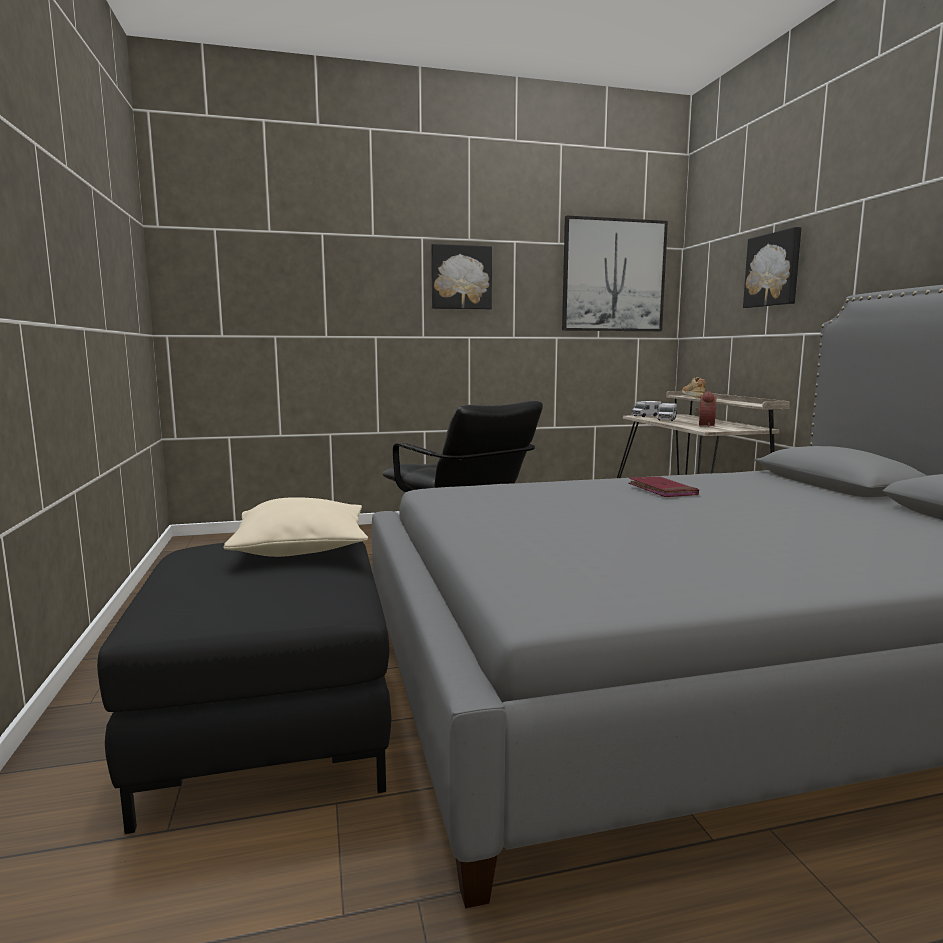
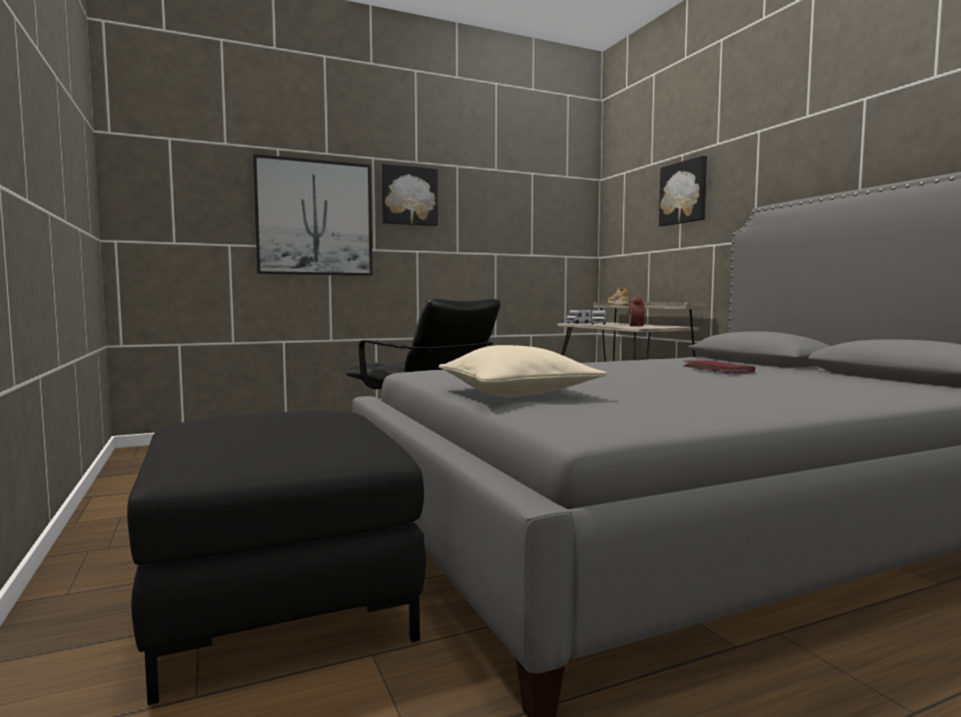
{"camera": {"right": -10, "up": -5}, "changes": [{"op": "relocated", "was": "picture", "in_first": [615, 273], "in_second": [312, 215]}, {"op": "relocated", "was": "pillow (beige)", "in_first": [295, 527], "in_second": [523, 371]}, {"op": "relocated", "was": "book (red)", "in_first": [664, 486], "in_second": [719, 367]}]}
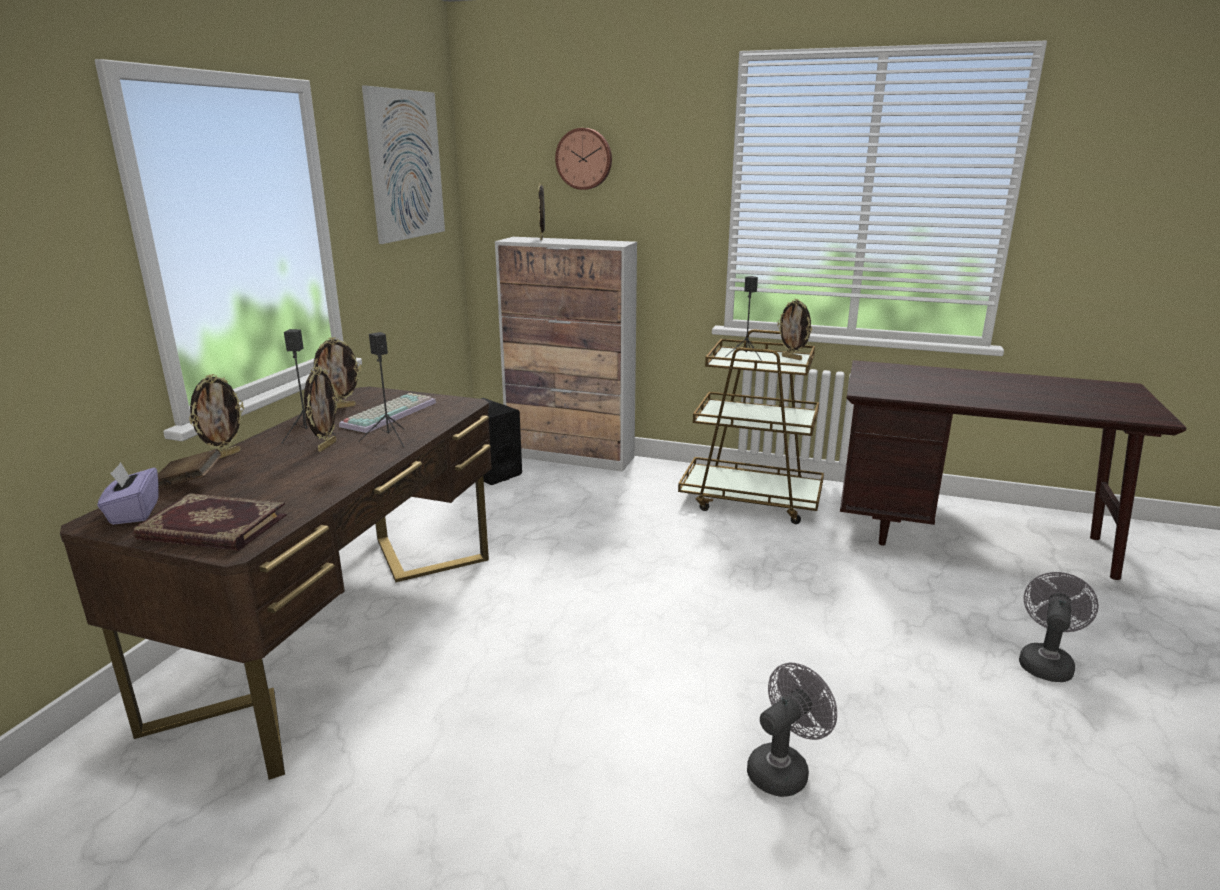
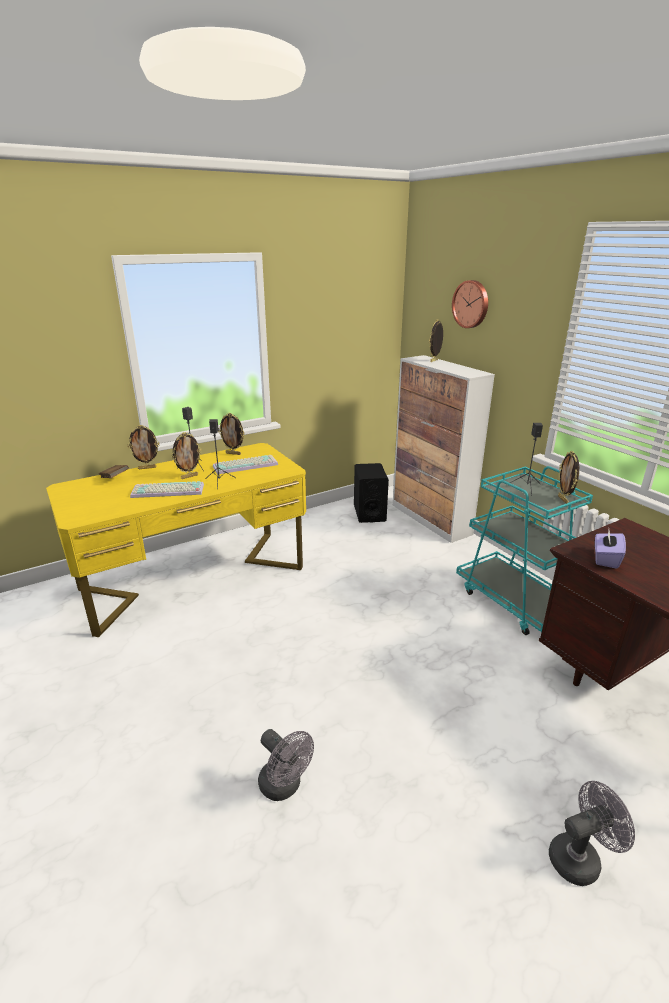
{"camera": {"right": 40, "up": 5}, "changes": [{"op": "colour", "was": "desk (brown)", "now": "desk (yellow)", "in_first": [276, 583], "in_second": [176, 540]}, {"op": "appeared", "now": "keyboard", "in_second": [167, 489]}, {"op": "spun", "was": "fan (grey)", "in_first": [792, 730], "in_second": [286, 765], "clockwise": 45}, {"op": "colour", "was": "cart (brown)", "now": "cart (turquoise)", "in_first": [751, 427], "in_second": [524, 550]}, {"op": "relocated", "was": "tissue box (purple)", "in_first": [128, 493], "in_second": [610, 549]}, {"op": "missing", "was": "book", "in_first": [210, 522]}, {"op": "missing", "was": "picture", "in_first": [403, 164]}]}
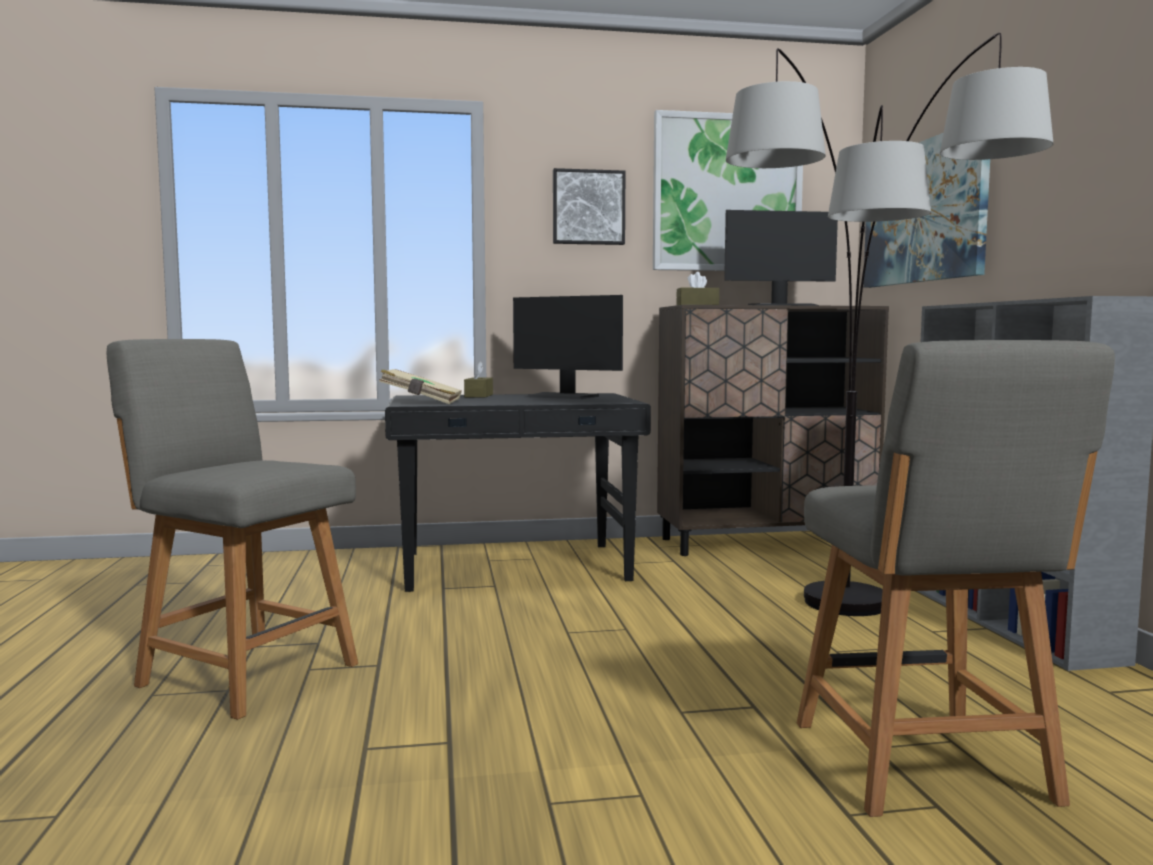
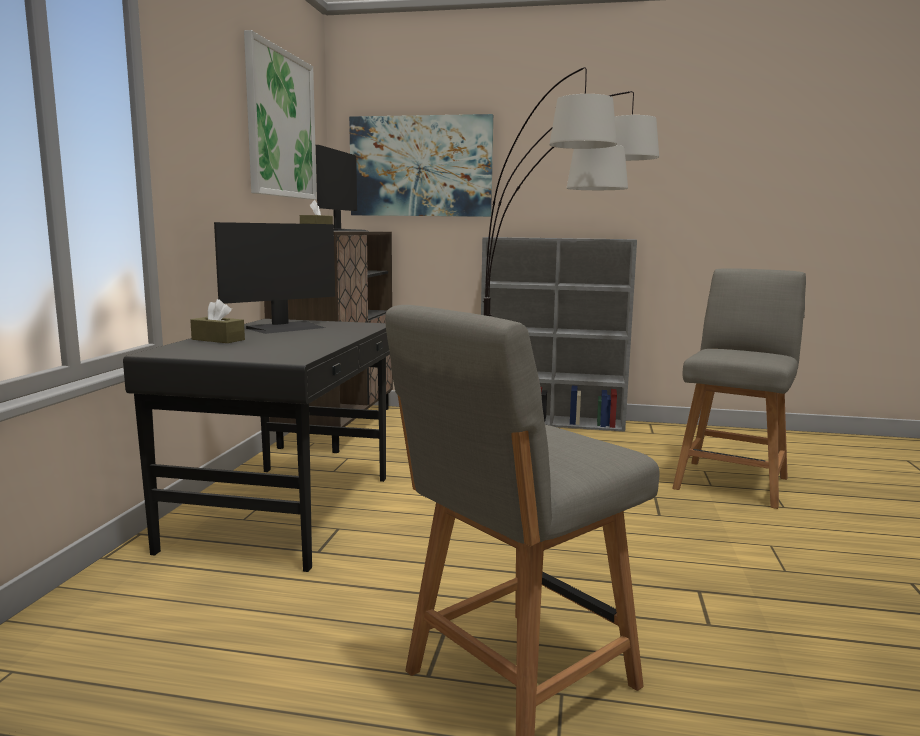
{"camera": {"right": -70, "up": 5}, "changes": [{"op": "spun", "was": "chair (grey)", "in_first": [956, 578], "in_second": [739, 388], "clockwise": -75}, {"op": "missing", "was": "book (beige)", "in_first": [420, 386]}, {"op": "missing", "was": "picture", "in_first": [589, 206]}]}
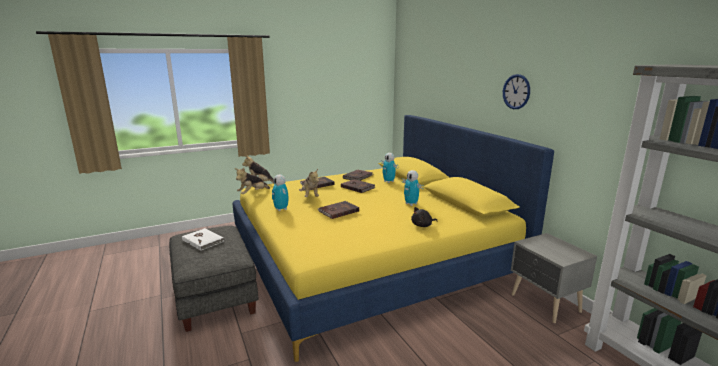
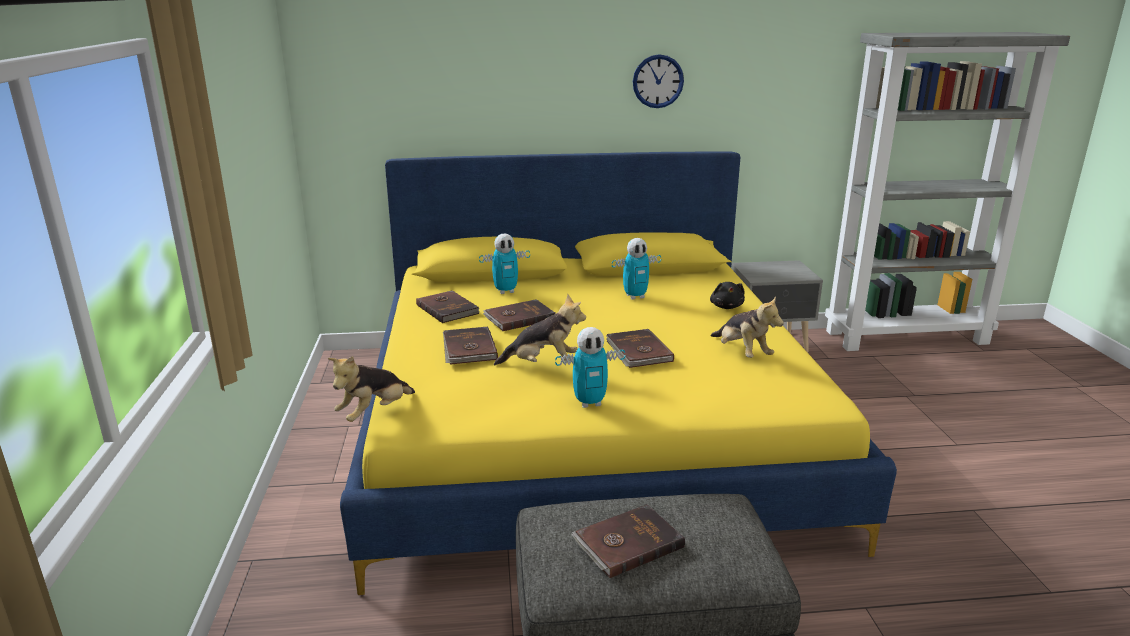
{"camera": {"right": -70, "up": 5}, "changes": [{"op": "colour", "was": "book (white)", "now": "book (brown)", "in_first": [203, 239], "in_second": [628, 541]}, {"op": "relocated", "was": "plush toy", "in_first": [252, 181], "in_second": [747, 327]}]}
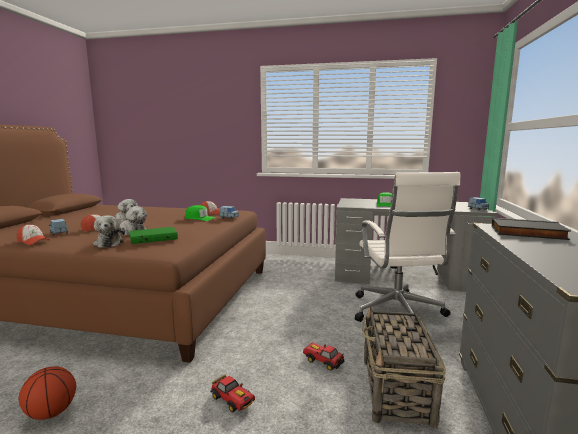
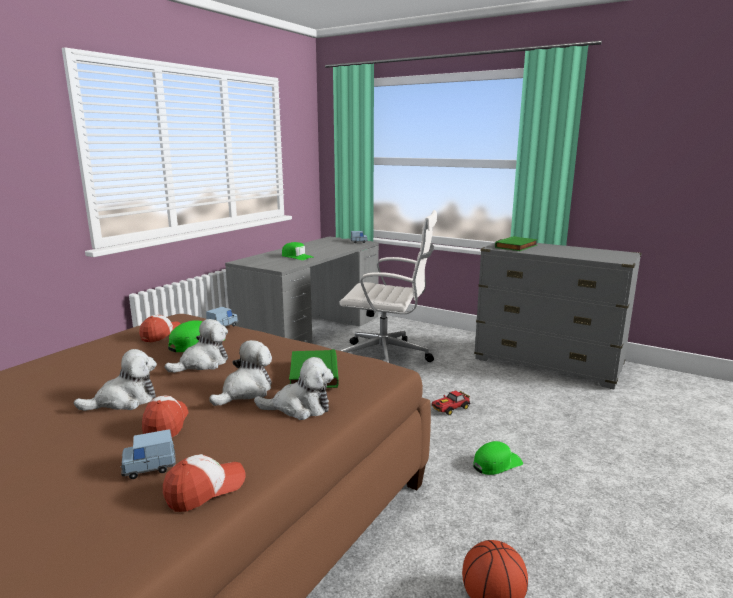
{"camera": {"right": -70, "up": 5}, "changes": [{"op": "appeared", "now": "plush toy", "in_second": [196, 346]}, {"op": "exchanged", "was": "toy car", "now": "cap (green)", "in_first": [232, 393], "in_second": [498, 458]}, {"op": "colour", "was": "book (black)", "now": "book (green)", "in_first": [531, 229], "in_second": [516, 243]}, {"op": "missing", "was": "basket", "in_first": [404, 366]}]}
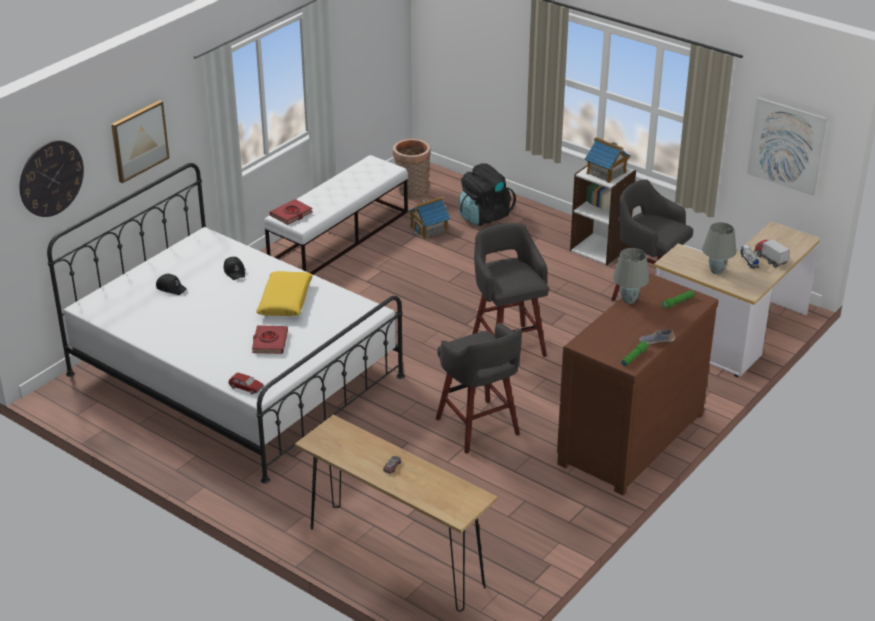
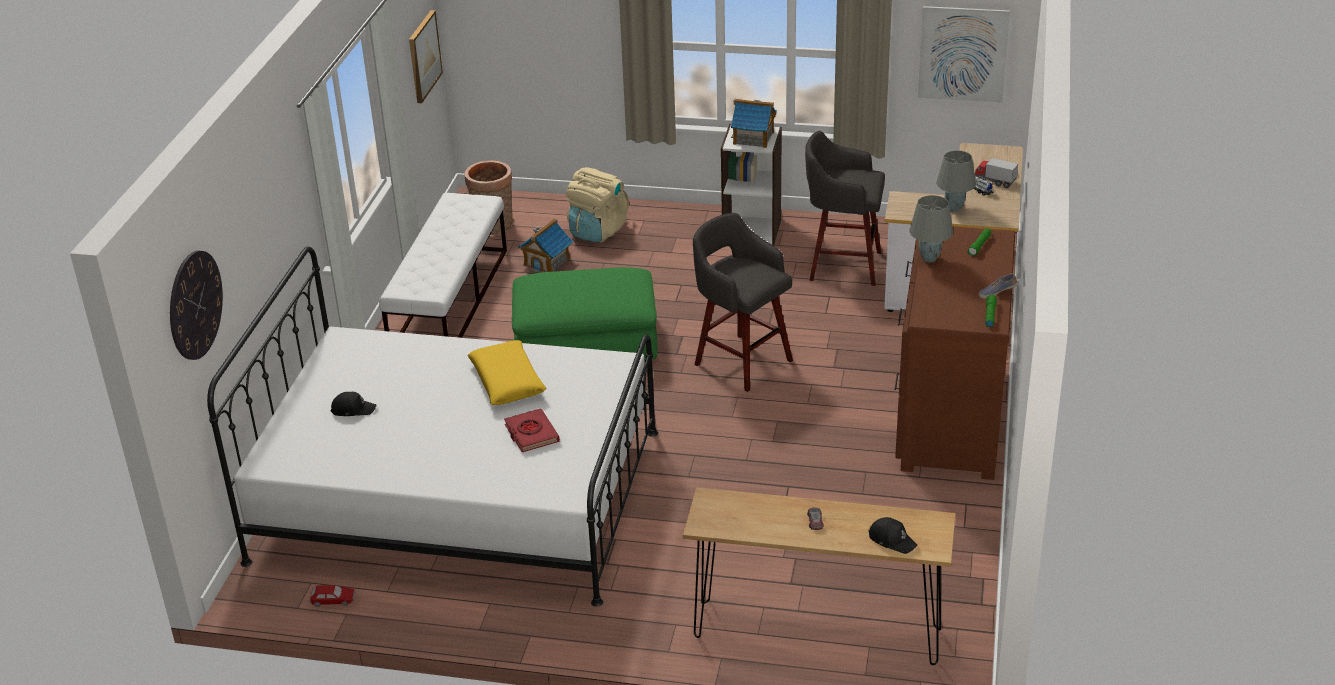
{"camera": {"right": -25, "up": 0}, "changes": [{"op": "relocated", "was": "toy car", "in_first": [246, 383], "in_second": [333, 596]}, {"op": "relocated", "was": "picture", "in_first": [140, 141], "in_second": [426, 56]}, {"op": "appeared", "now": "ottoman (green)", "in_second": [585, 314]}, {"op": "colour", "was": "backpack (black)", "now": "backpack (beige)", "in_first": [487, 194], "in_second": [597, 205]}, {"op": "relocated", "was": "cap (black)", "in_first": [234, 268], "in_second": [892, 535]}, {"op": "missing", "was": "book (red)", "in_first": [291, 212]}, {"op": "missing", "was": "stool (grey)", "in_first": [479, 388]}]}
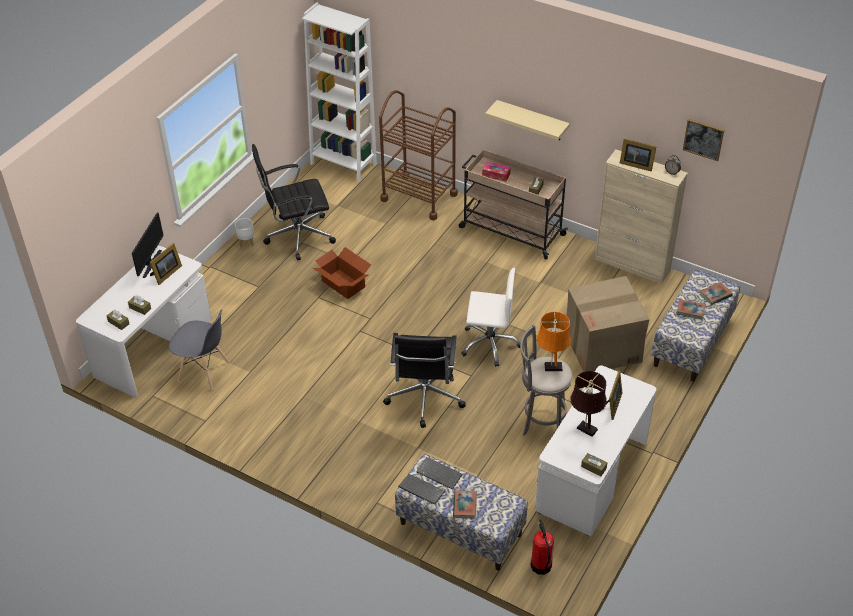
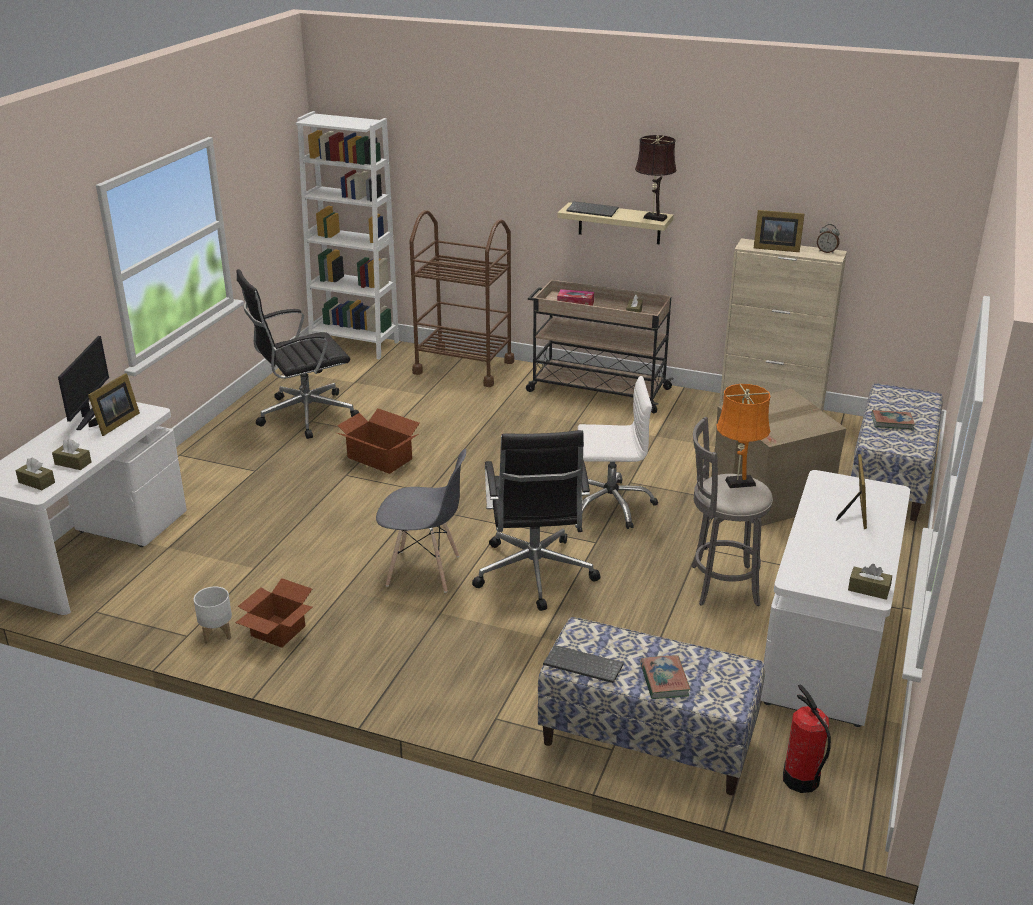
{"camera": {"right": -10, "up": -15}, "changes": [{"op": "relocated", "was": "planter (white)", "in_first": [244, 232], "in_second": [213, 615]}, {"op": "appeared", "now": "cardboard box", "in_second": [273, 613]}, {"op": "relocated", "was": "chair (grey)", "in_first": [199, 350], "in_second": [421, 521]}, {"op": "relocated", "was": "keyboard", "in_first": [439, 473], "in_second": [592, 209]}, {"op": "relocated", "was": "table lamp (brown)", "in_first": [588, 404], "in_second": [655, 178]}, {"op": "missing", "was": "picture", "in_first": [703, 140]}, {"op": "missing", "was": "book", "in_first": [716, 293]}]}
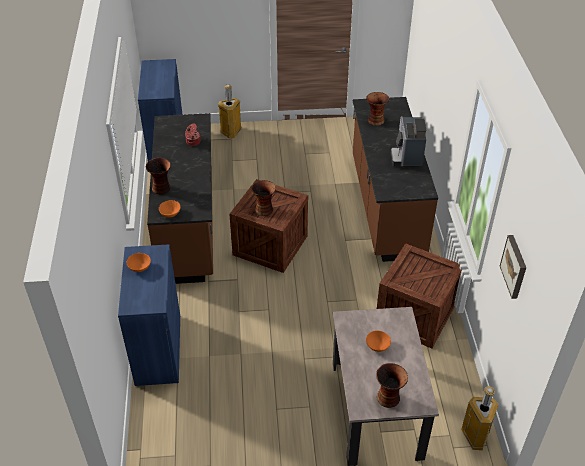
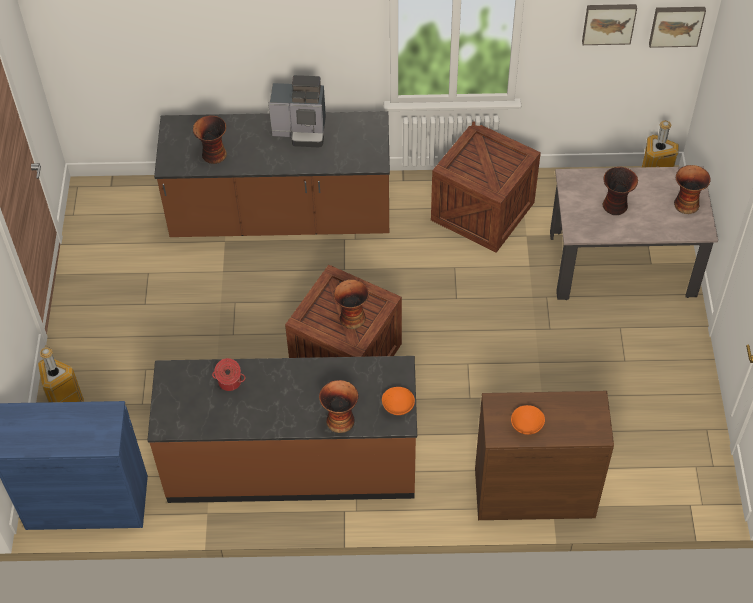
{"camera": {"right": -85, "up": 10}, "changes": [{"op": "colour", "was": "cabinet (blue)", "now": "cabinet (brown)", "in_first": [149, 315], "in_second": [544, 455]}, {"op": "exchanged", "was": "bowl (orange)", "now": "vase", "in_first": [378, 341], "in_second": [620, 191]}, {"op": "appeared", "now": "picture", "in_second": [677, 27]}]}
